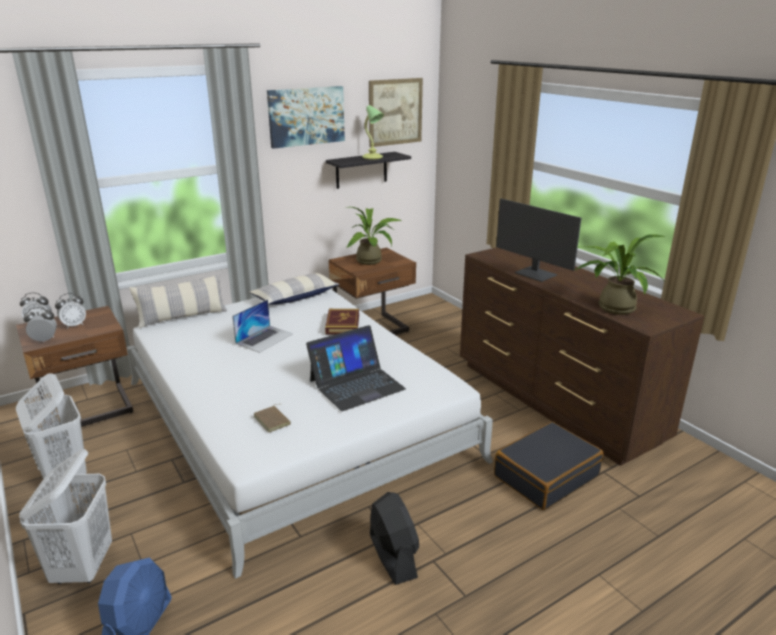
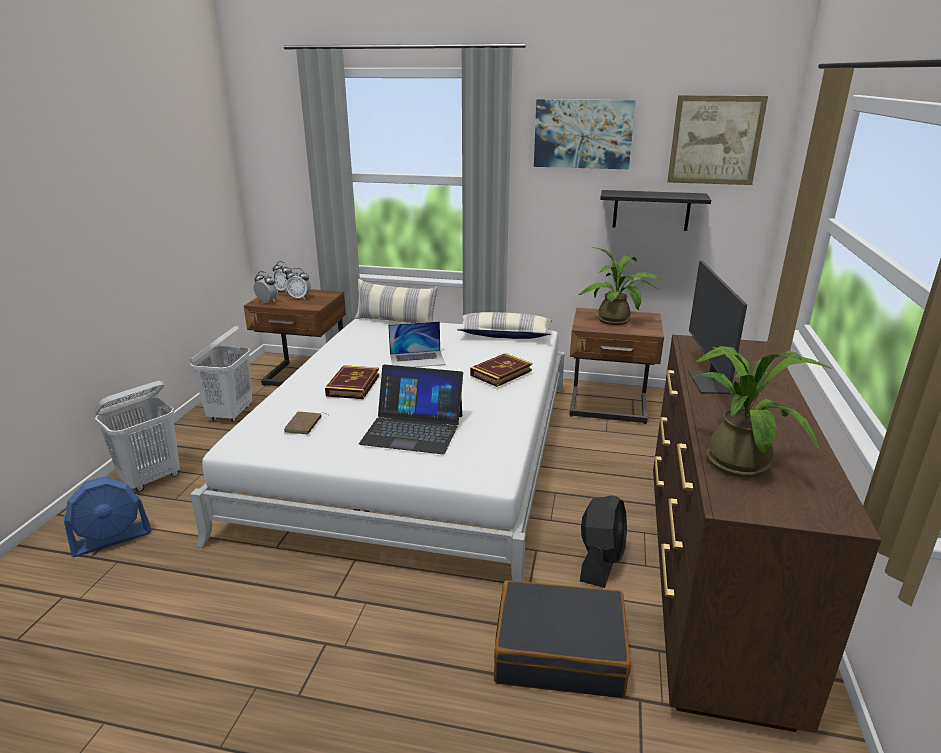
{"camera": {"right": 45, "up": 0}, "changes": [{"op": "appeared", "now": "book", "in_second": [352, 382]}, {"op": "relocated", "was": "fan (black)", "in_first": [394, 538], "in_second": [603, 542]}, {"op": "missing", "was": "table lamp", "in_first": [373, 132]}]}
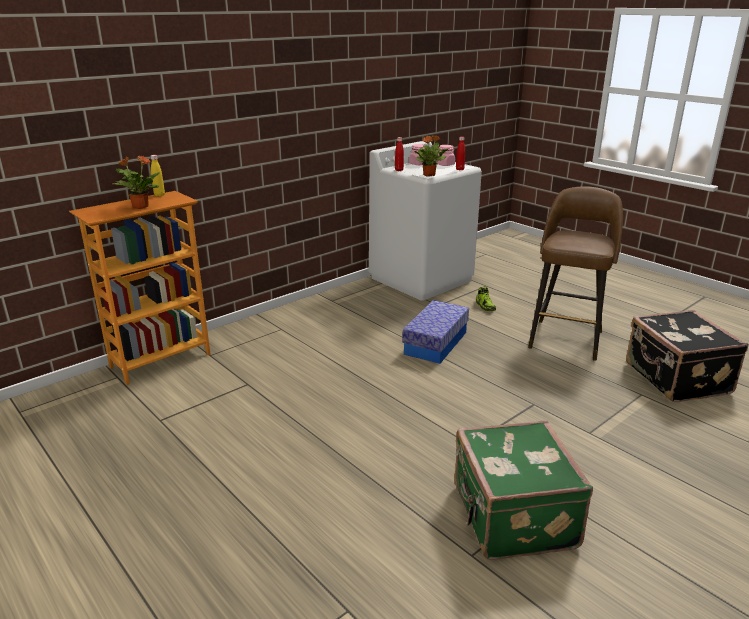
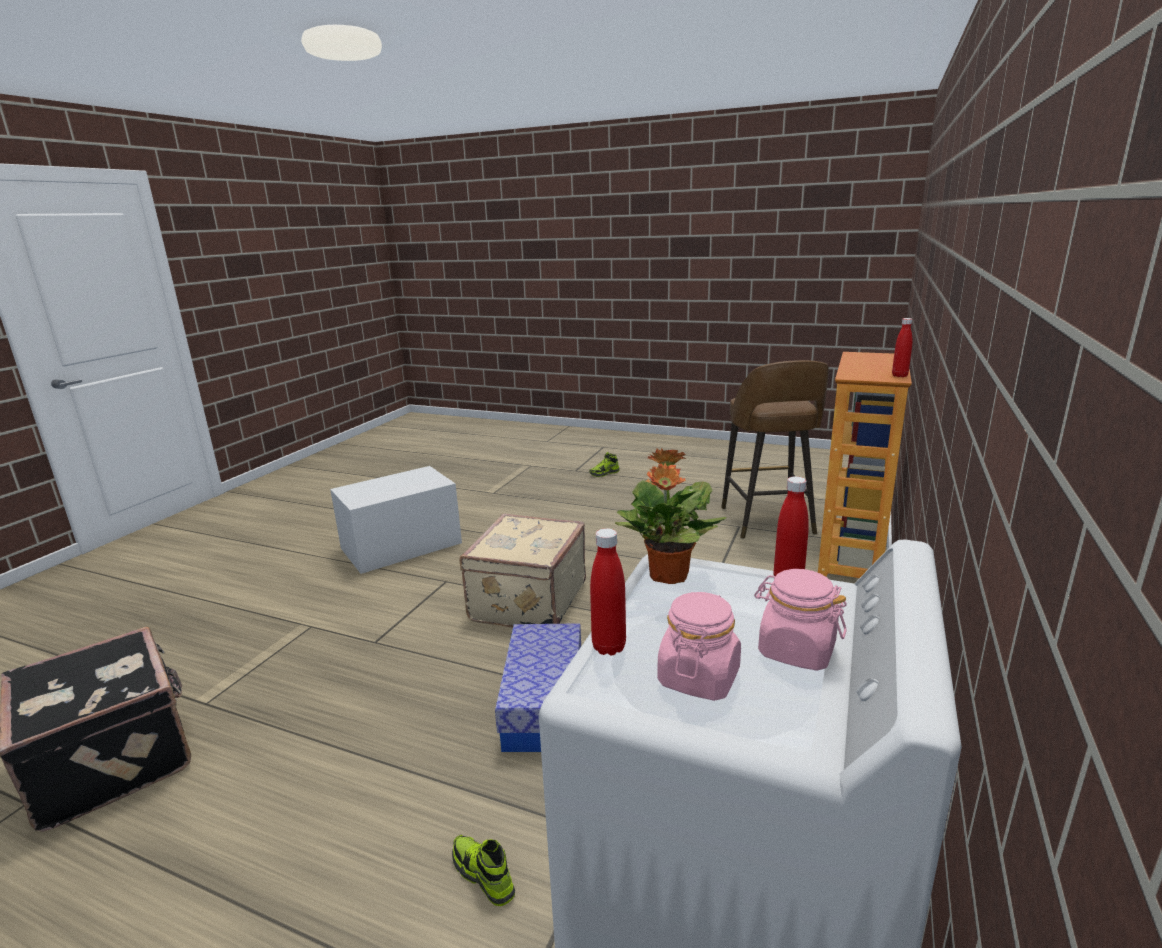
{"camera": {"right": 155, "up": -5}, "changes": [{"op": "exchanged", "was": "suitcase (green)", "now": "storage box (white)", "in_first": [523, 490], "in_second": [396, 520]}, {"op": "appeared", "now": "suitcase (beige)", "in_second": [522, 571]}, {"op": "appeared", "now": "shoe", "in_second": [604, 464]}, {"op": "relocated", "was": "stool (brown)", "in_first": [575, 273], "in_second": [775, 449]}, {"op": "colour", "was": "bottle (yellow)", "now": "bottle (red)", "in_first": [158, 176], "in_second": [902, 347]}, {"op": "missing", "was": "potted plant", "in_first": [136, 182]}]}
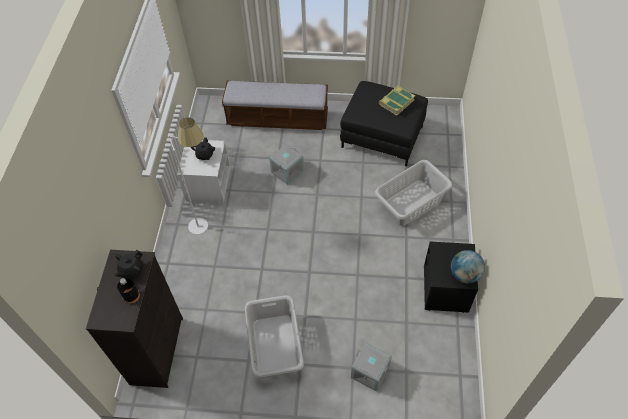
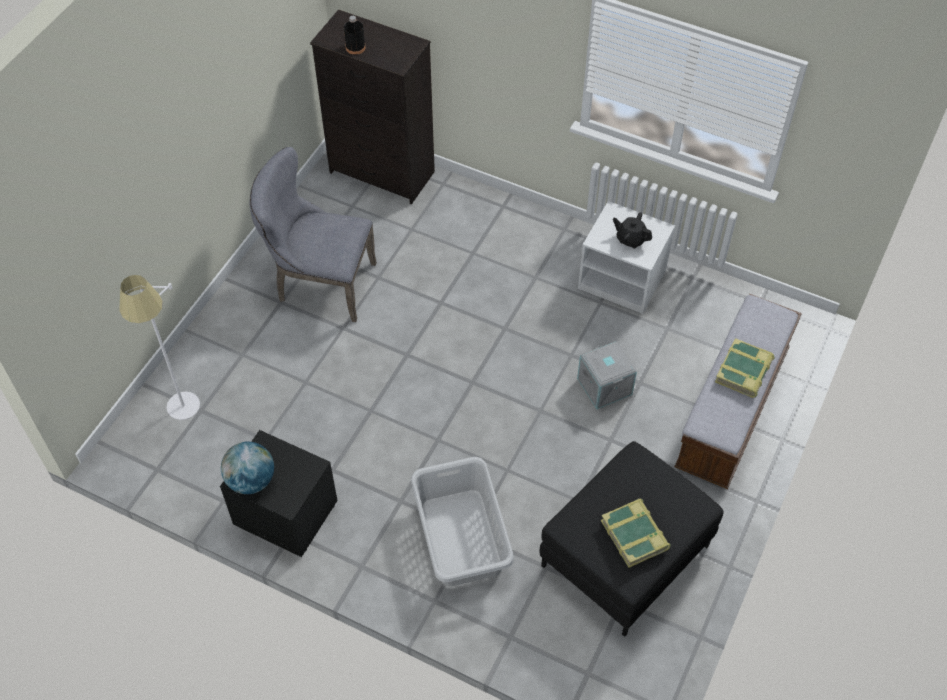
{"camera": {"right": 110, "up": 0}, "changes": [{"op": "relocated", "was": "floor lamp (white)", "in_first": [188, 176], "in_second": [159, 347]}, {"op": "exchanged", "was": "laundry basket (grey)", "now": "chair (grey)", "in_first": [274, 336], "in_second": [313, 234]}, {"op": "appeared", "now": "book", "in_second": [745, 368]}, {"op": "missing", "was": "teapot (black)", "in_first": [129, 264]}, {"op": "missing", "was": "storage box (grey)", "in_first": [371, 367]}]}
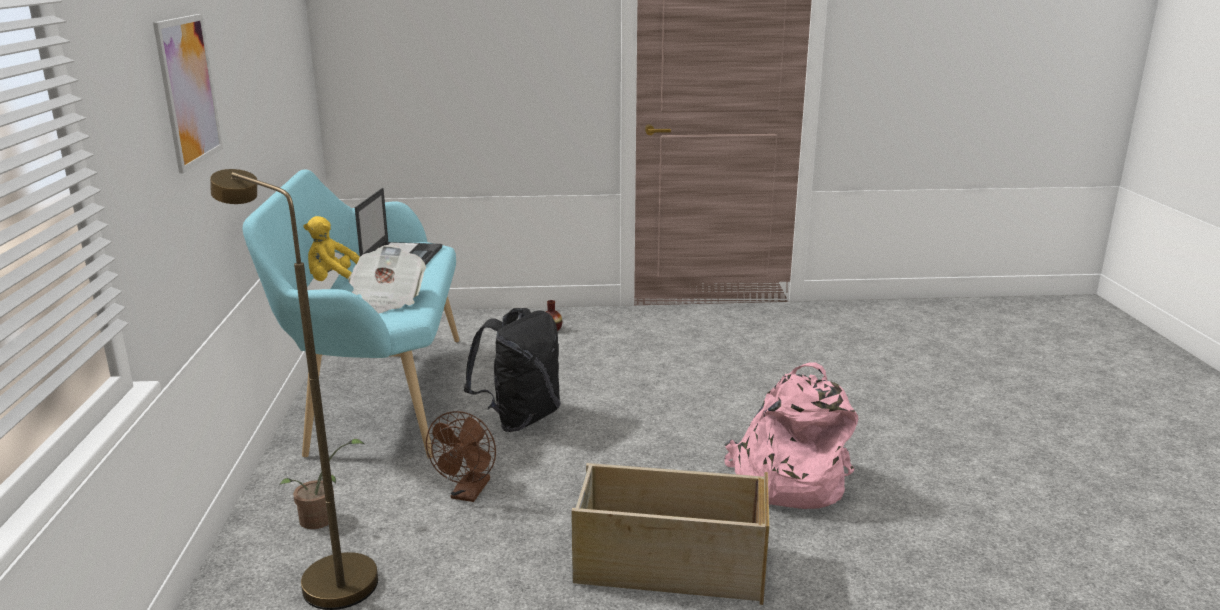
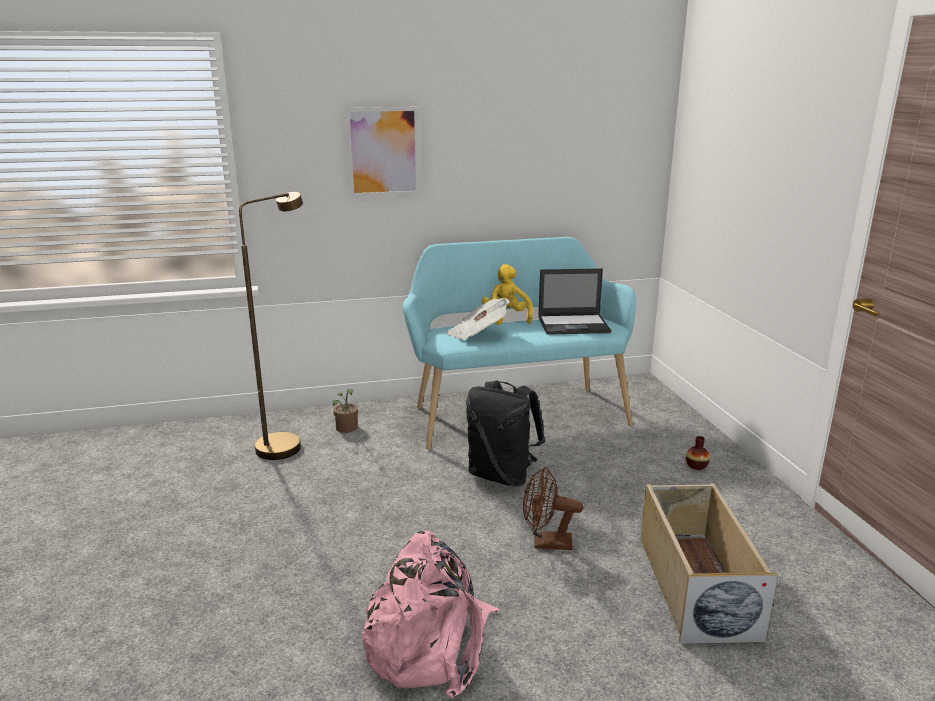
{"camera": {"right": 80, "up": 0}, "changes": [{"op": "relocated", "was": "fan (brown)", "in_first": [461, 456], "in_second": [553, 508]}, {"op": "relocated", "was": "storage box (beige)", "in_first": [670, 534], "in_second": [709, 563]}]}
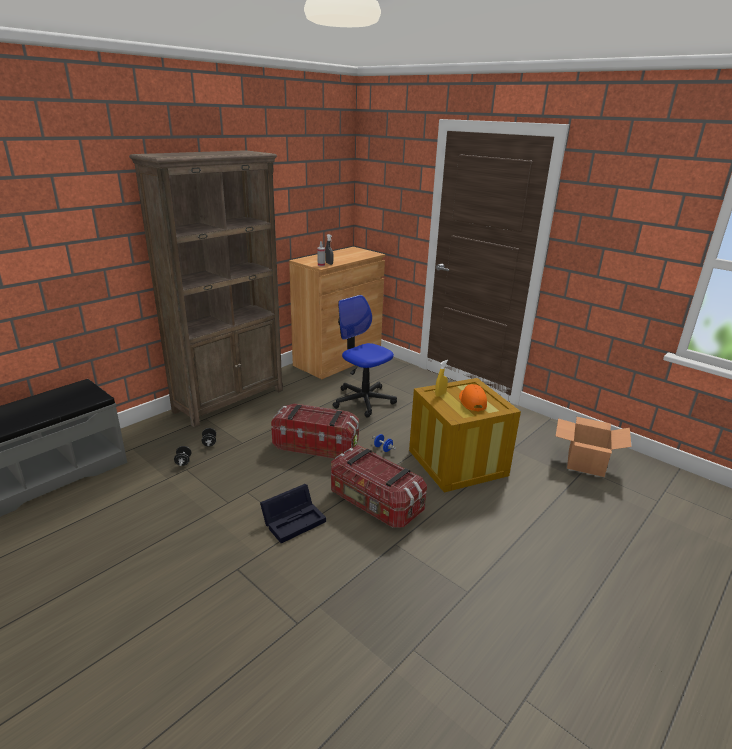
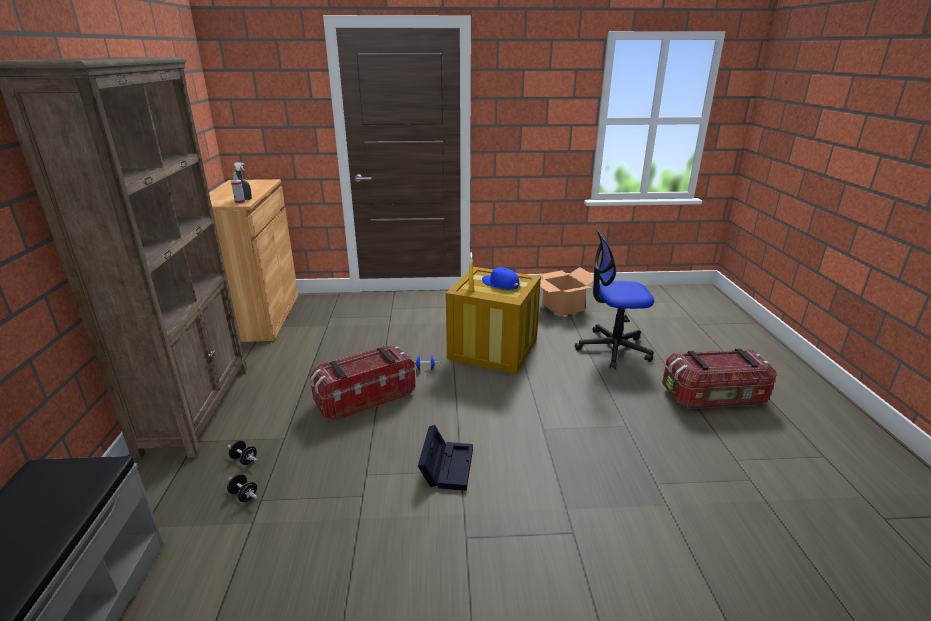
{"camera": {"right": -45, "up": 0}, "changes": [{"op": "colour", "was": "cap (orange)", "now": "cap (blue)", "in_first": [473, 397], "in_second": [500, 278]}, {"op": "relocated", "was": "office chair", "in_first": [365, 356], "in_second": [614, 299]}, {"op": "relocated", "was": "storage box", "in_first": [379, 486], "in_second": [719, 379]}]}
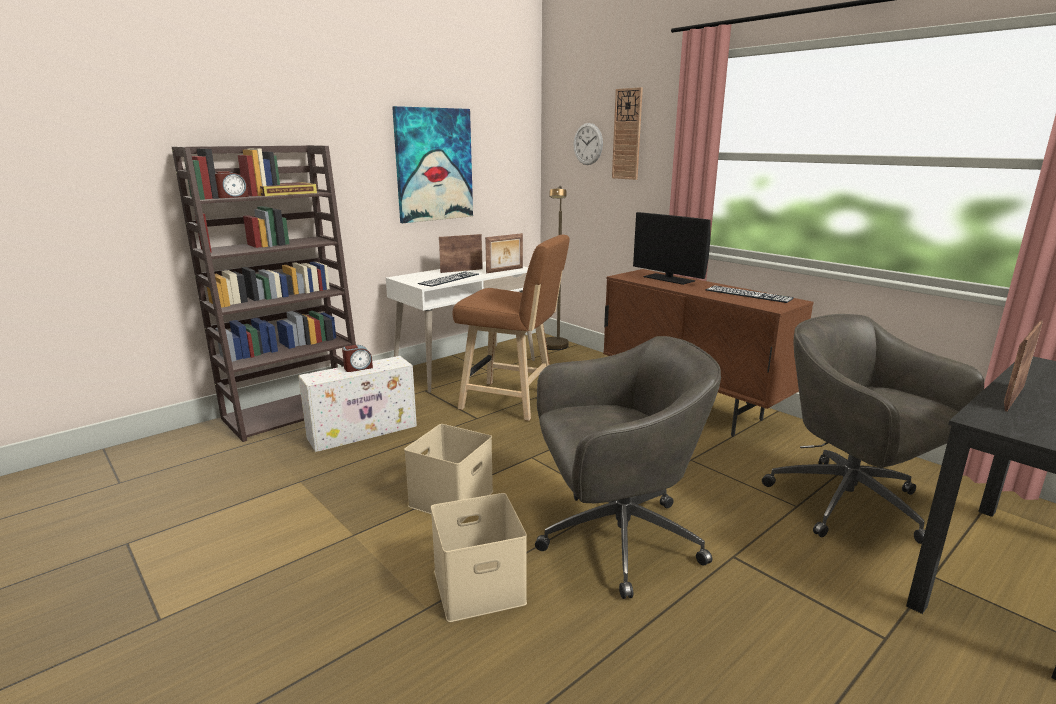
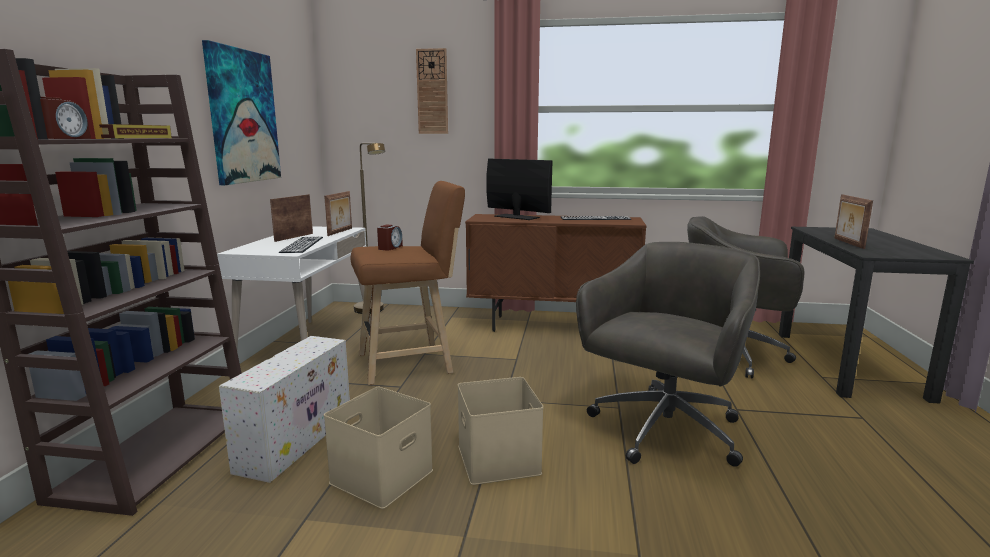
{"camera": {"right": -40, "up": -5}, "changes": [{"op": "relocated", "was": "storage box (beige)", "in_first": [479, 557], "in_second": [378, 448]}, {"op": "relocated", "was": "alarm clock", "in_first": [357, 358], "in_second": [390, 237]}, {"op": "spun", "was": "monitor", "in_first": [672, 248], "in_second": [519, 189], "clockwise": -150}, {"op": "missing", "was": "wall clock", "in_first": [588, 144]}]}
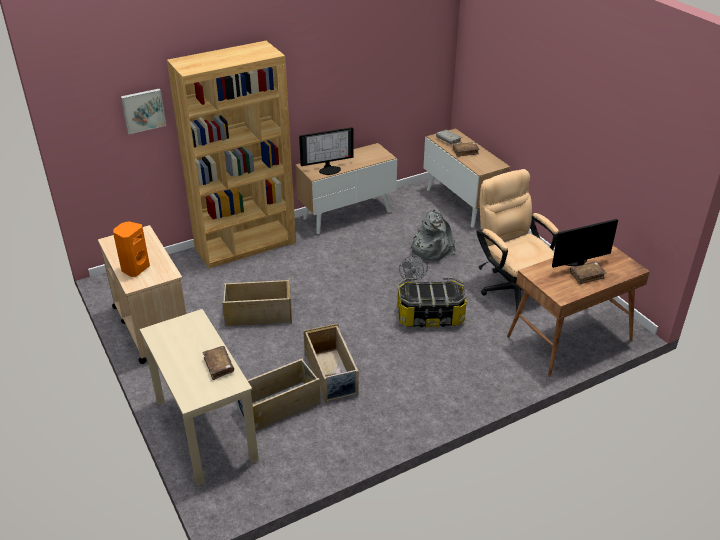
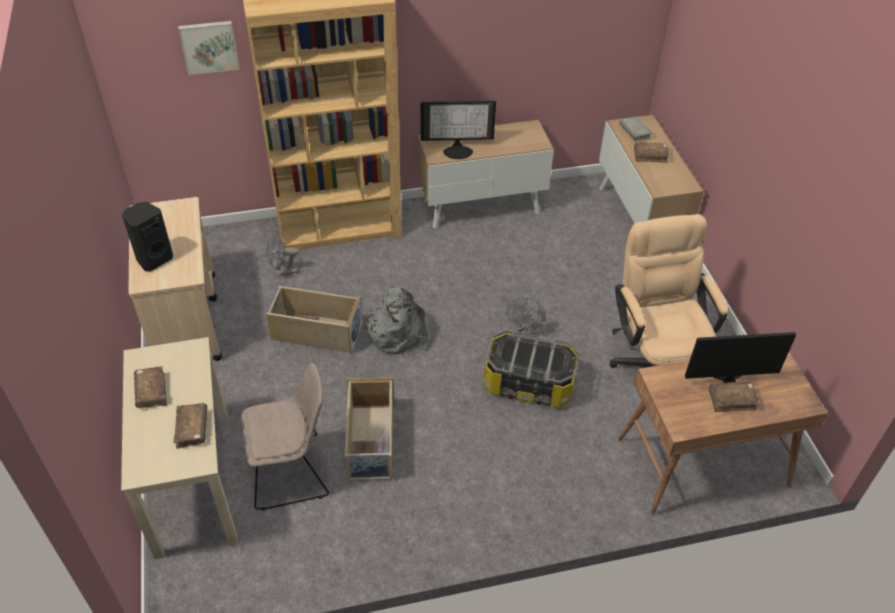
{"camera": {"right": 15, "up": 10}, "changes": [{"op": "colour", "was": "speaker (orange)", "now": "speaker (black)", "in_first": [131, 249], "in_second": [147, 236]}, {"op": "appeared", "now": "book (brown)", "in_second": [150, 387]}, {"op": "exchanged", "was": "storage box (beige)", "now": "chair (beige)", "in_first": [278, 394], "in_second": [285, 437]}, {"op": "appeared", "now": "fan (grey)", "in_second": [283, 255]}, {"op": "relocated", "was": "backpack (grey)", "in_first": [432, 235], "in_second": [396, 319]}]}
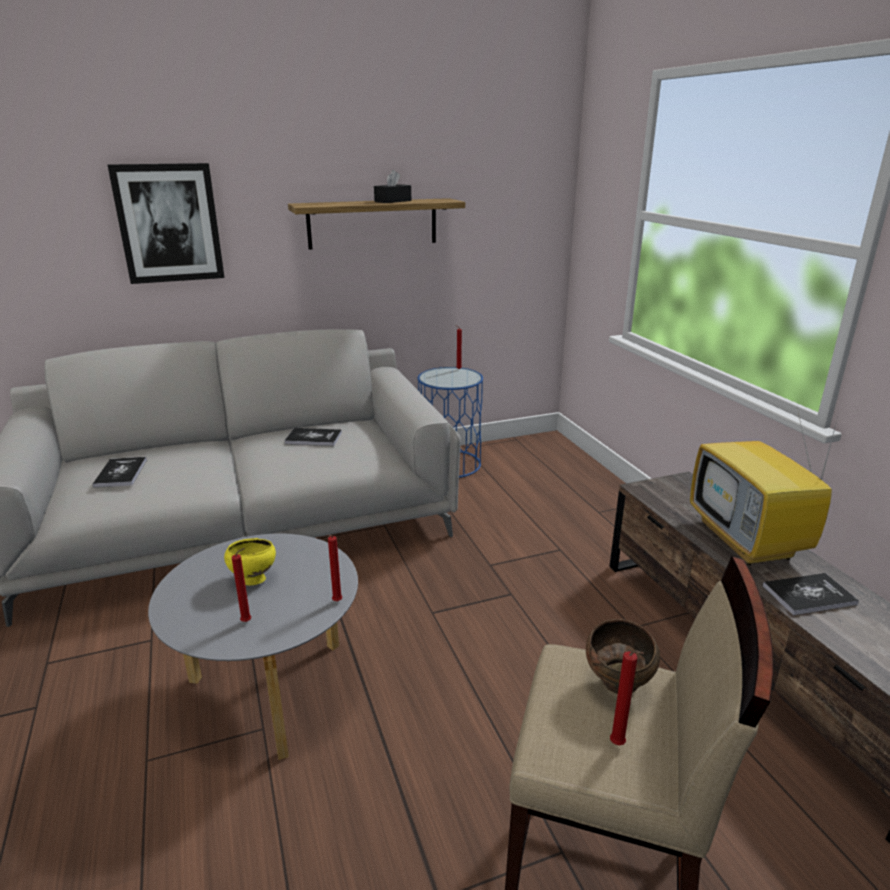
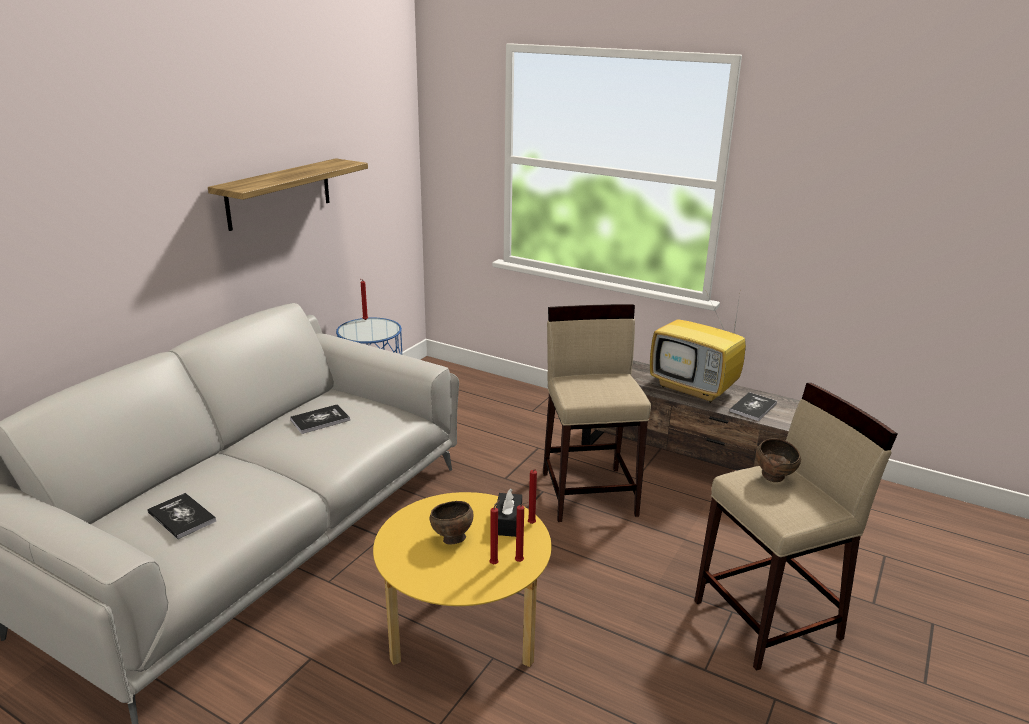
{"camera": {"right": -40, "up": 0}, "changes": [{"op": "colour", "was": "coffee table (grey)", "now": "coffee table (yellow)", "in_first": [253, 646], "in_second": [462, 579]}, {"op": "colour", "was": "bowl (yellow)", "now": "bowl (brown)", "in_first": [250, 562], "in_second": [452, 523]}, {"op": "relocated", "was": "tissue box (black)", "in_first": [392, 186], "in_second": [509, 512]}, {"op": "relocated", "was": "candle (red)", "in_first": [627, 697], "in_second": [522, 532]}, {"op": "appeared", "now": "stool (beige)", "in_second": [597, 413]}, {"op": "missing", "was": "picture", "in_first": [166, 223]}]}
